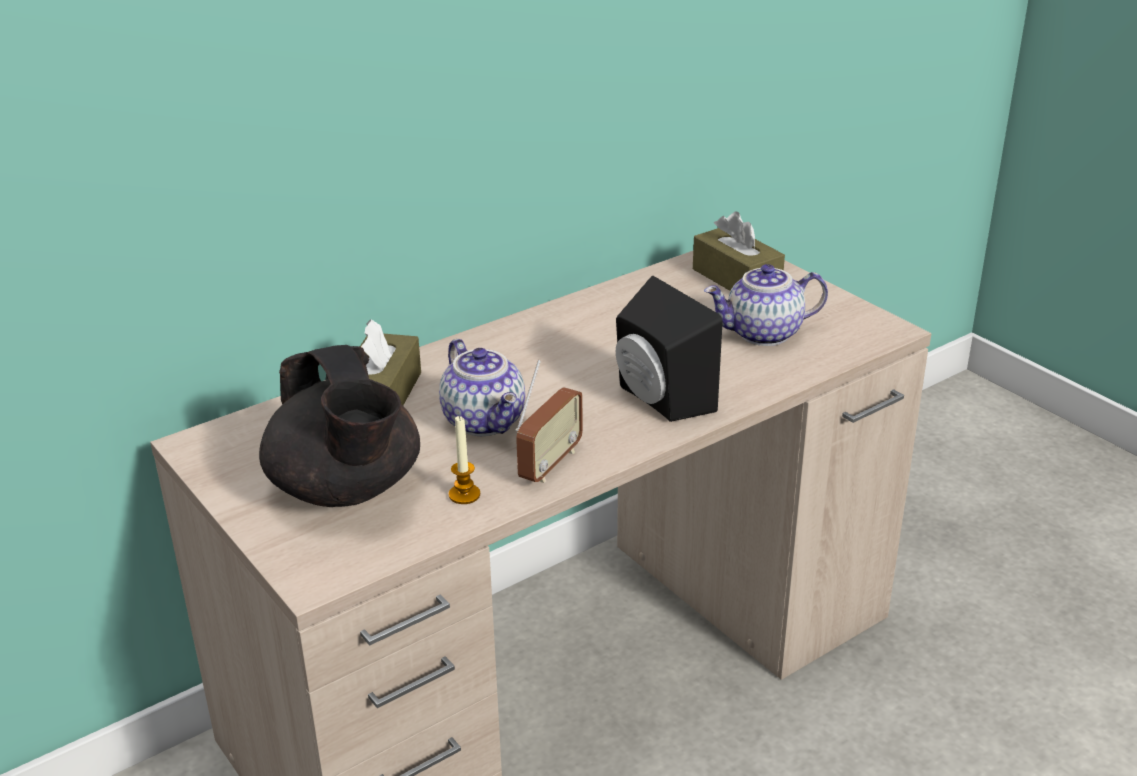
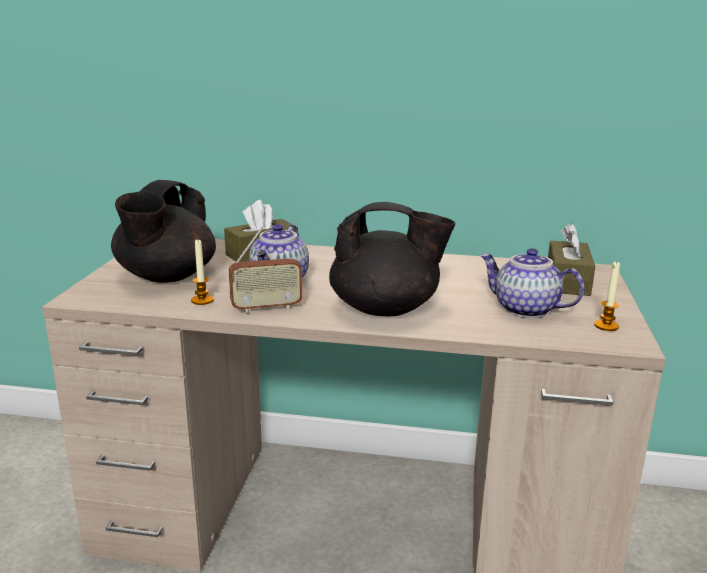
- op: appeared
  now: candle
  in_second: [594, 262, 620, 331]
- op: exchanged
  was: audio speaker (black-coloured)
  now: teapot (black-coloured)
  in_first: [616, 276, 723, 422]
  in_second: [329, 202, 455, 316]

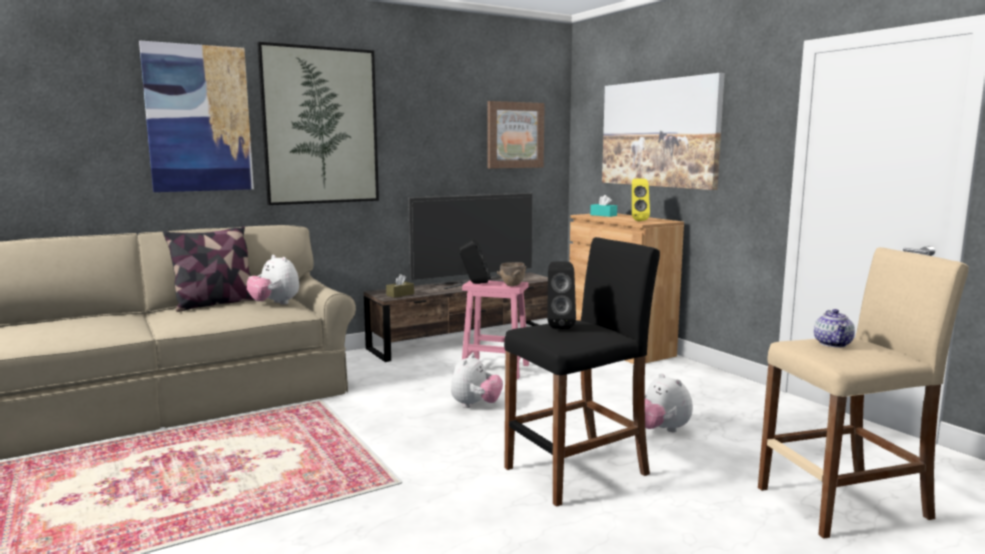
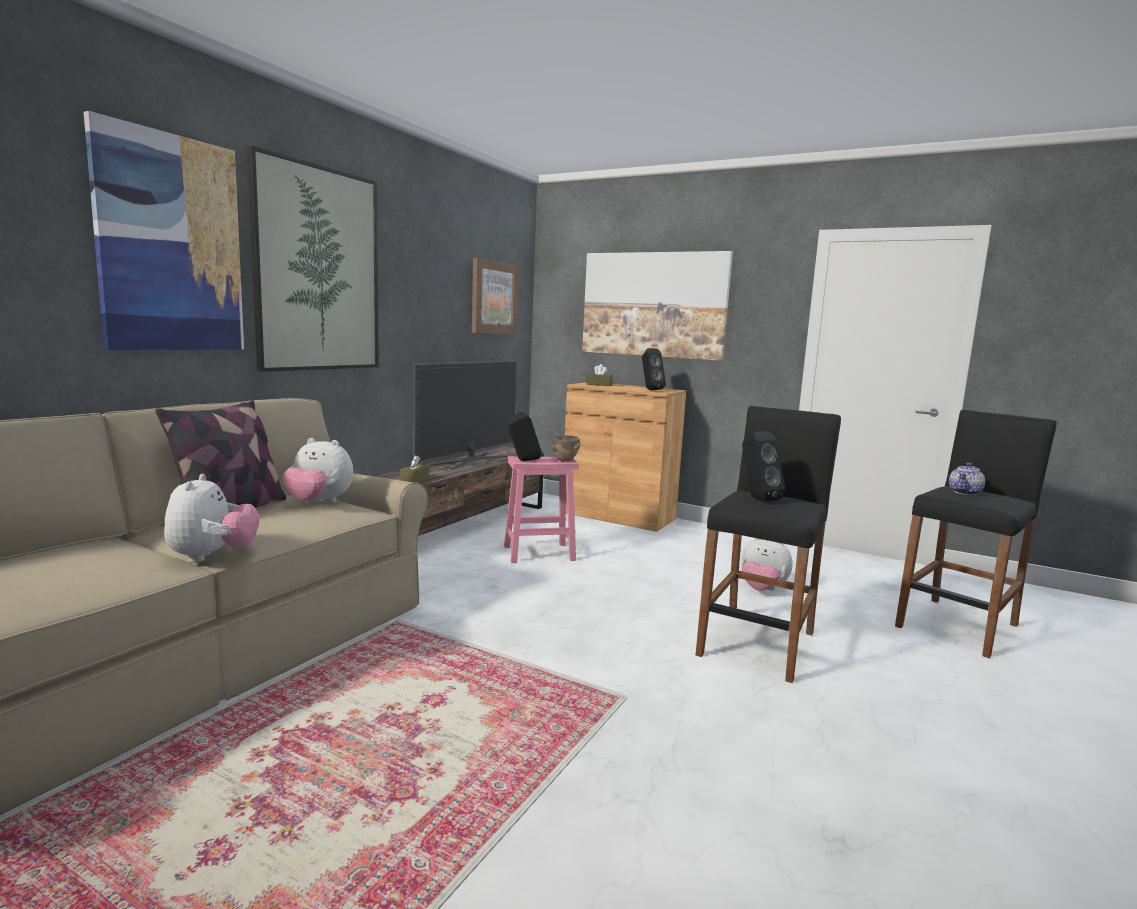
- op: relocated
  was: cuddly toy
  in_first: [451, 354, 503, 408]
  in_second: [164, 474, 260, 563]
- op: colour
  was: tissue holder (blue-green)
  now: tissue holder (brownish)
  in_first: [590, 195, 617, 217]
  in_second: [587, 364, 613, 386]
- op: colour
  was: audio speaker (yellow-coloured)
  now: audio speaker (black-coloured)
  in_first: [632, 179, 650, 221]
  in_second: [642, 348, 666, 391]
- op: colour
  was: stool seat (beige-coloured)
  now: stool seat (black-coloured)
  in_first: [758, 247, 969, 539]
  in_second: [895, 410, 1057, 658]
- op: spun
  was: teapot
  in_first: [814, 309, 855, 347]
  in_second: [949, 463, 985, 495]
  clockwise: 60

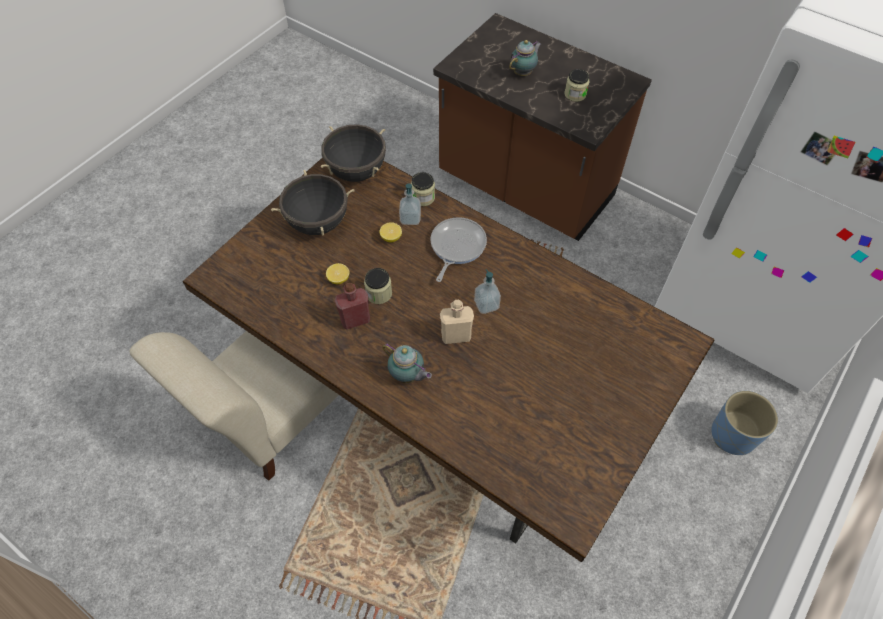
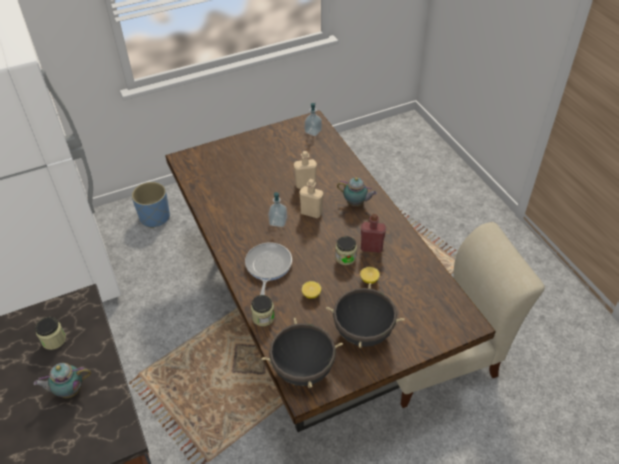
- op: appeared
  now: drink bottle (beige-coloured)
  in_second: [294, 151, 317, 189]
- op: relocated
  was: liquid soap bottle
  in_first: [399, 183, 421, 225]
  in_second: [304, 103, 322, 136]
- op: spun
  was: teapot
  in_first: [382, 343, 432, 383]
  in_second: [337, 177, 377, 207]
  clockwise: 135
- op: spun
  was: pan
  in_first: [430, 217, 487, 282]
  in_second: [245, 243, 292, 295]
  clockwise: 135

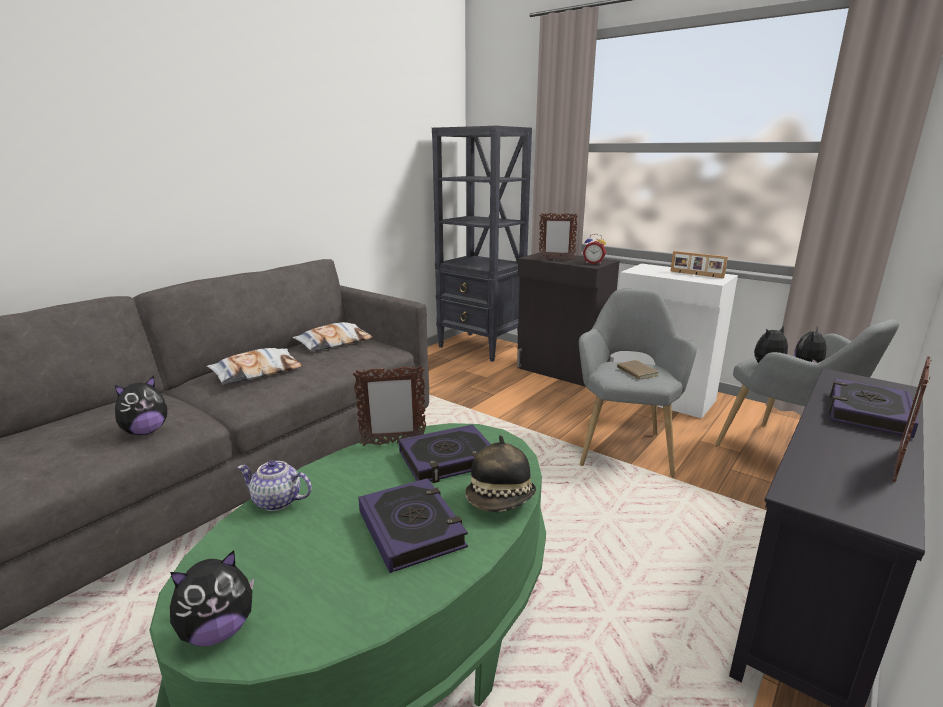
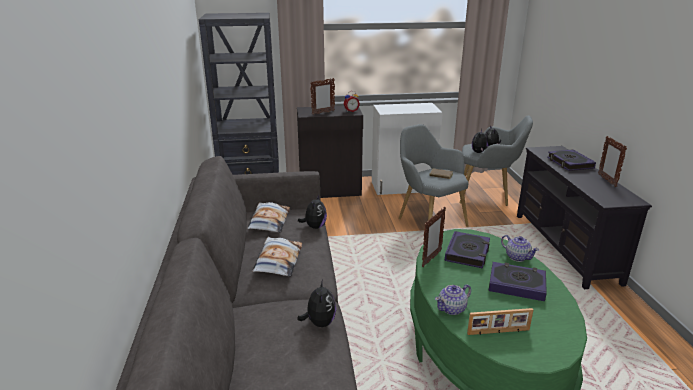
- op: relocated
  was: cuddly toy
  in_first: [170, 550, 254, 646]
  in_second: [298, 195, 327, 229]
- op: relocated
  was: standing frame
  in_first: [670, 251, 728, 278]
  in_second: [467, 308, 533, 335]
- op: exchanged
  was: clothing hat
  now: teapot
  in_first: [465, 435, 536, 512]
  in_second: [501, 235, 539, 262]

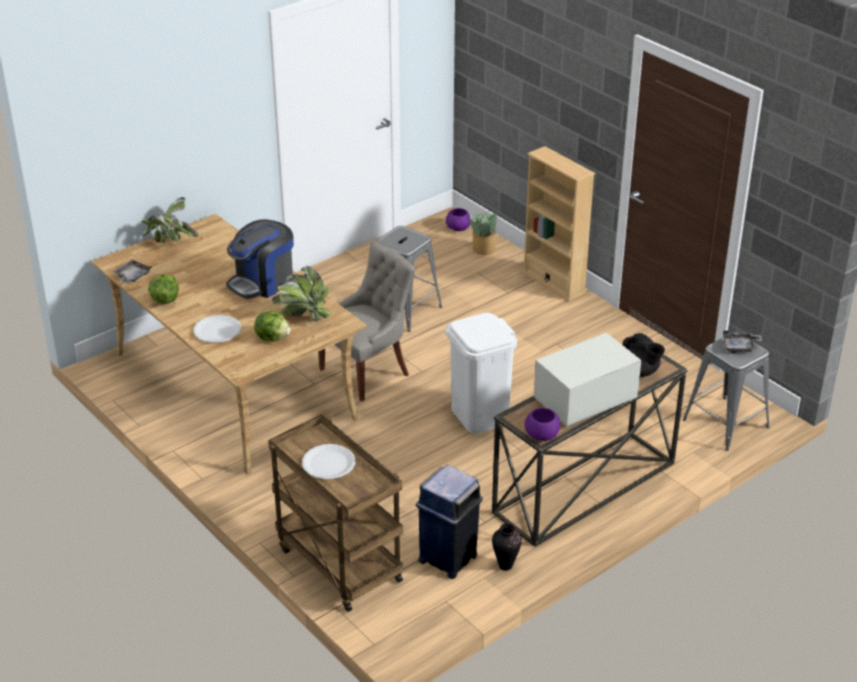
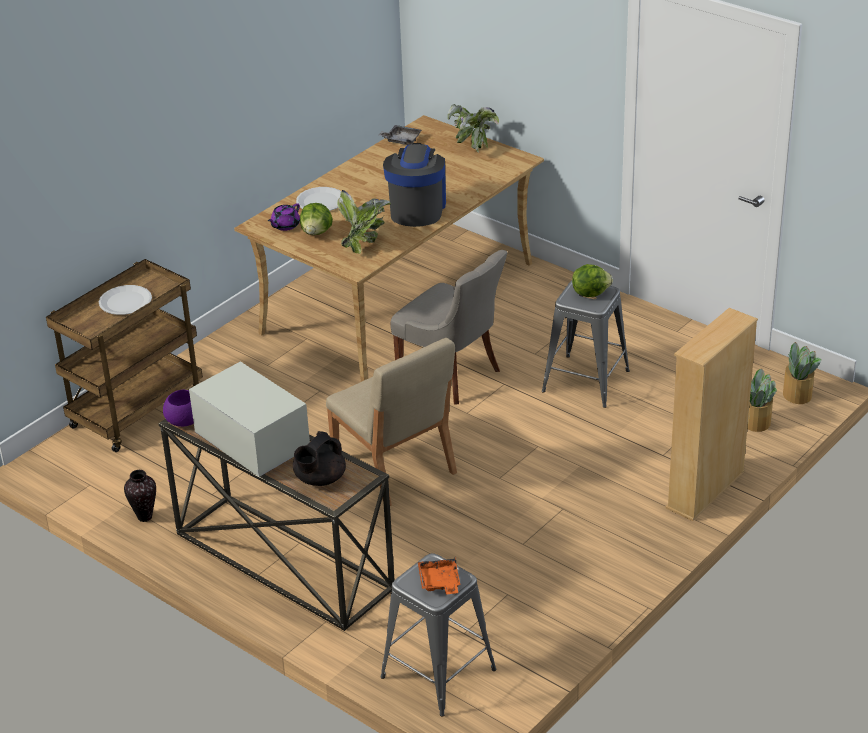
- op: missing
  was: trash can (bluish)
  in_first: [416, 465, 483, 579]
- op: appeared
  now: teapot (purplish)
  in_second: [268, 203, 300, 231]
- op: relocated
  was: lettuce head
  in_first: [148, 274, 178, 304]
  in_second: [572, 264, 613, 297]
- op: exchanged
  was: trash can (white)
  now: chair (beige-coloured)
  in_first: [445, 313, 517, 434]
  in_second: [326, 338, 457, 506]
- op: exchanged
  was: deep dish (purplish)
  now: plant in a pot
  in_first: [446, 208, 471, 231]
  in_second: [783, 342, 821, 404]
- op: colour
  was: tray (grey)
  now: tray (orangey)
  in_first: [723, 330, 762, 352]
  in_second: [418, 557, 461, 594]
- op: spun
  was: coffee maker
  in_first: [226, 219, 294, 299]
  in_second: [383, 143, 446, 227]
  clockwise: 60

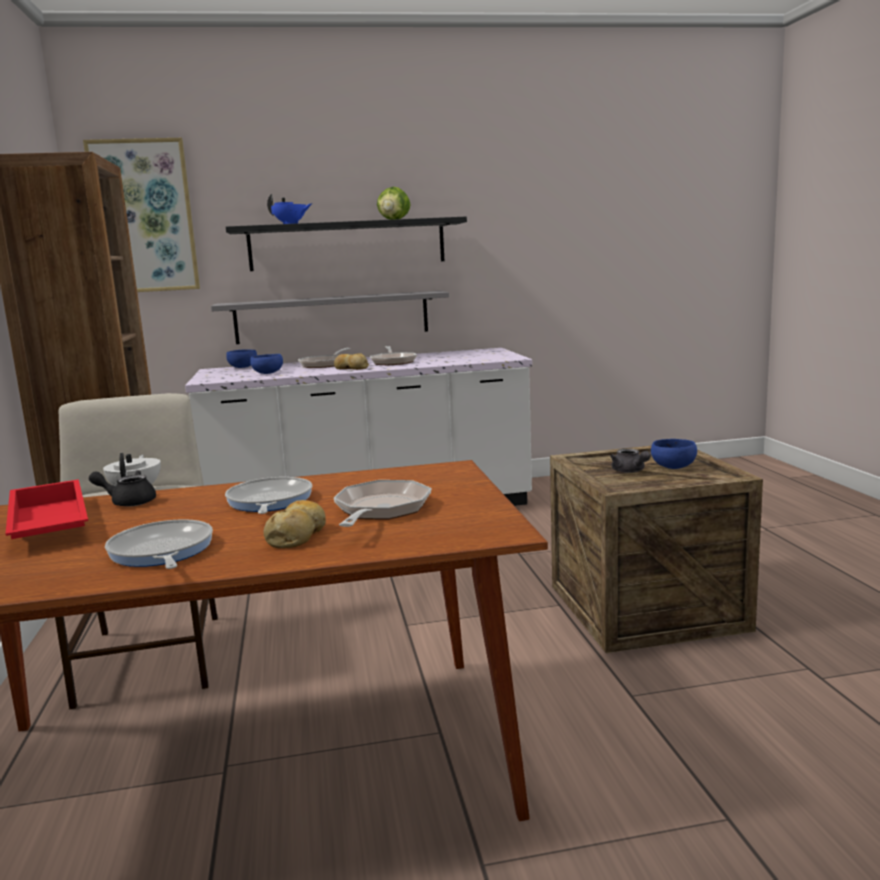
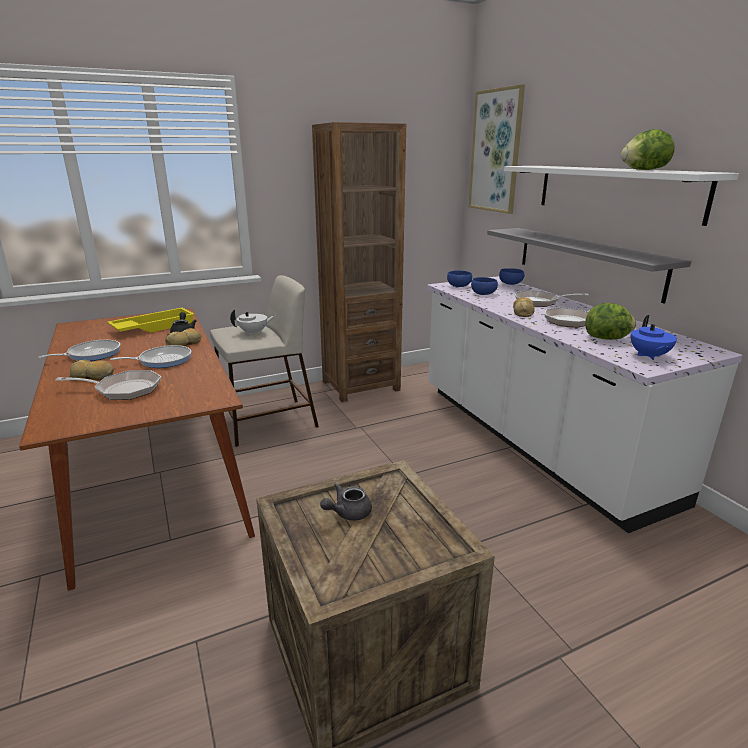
- op: appeared
  now: baked bread
  in_second: [165, 328, 201, 346]
- op: appeared
  now: lettuce head
  in_second: [585, 303, 636, 340]
- op: relocated
  was: teapot (bluish)
  in_first: [267, 194, 312, 224]
  in_second: [631, 315, 677, 360]
- op: relocated
  was: deep dish (bluish)
  in_first: [651, 439, 697, 469]
  in_second: [447, 270, 472, 287]
- op: colour
  was: tray (reddish)
  now: tray (yellow-coloured)
  in_first: [5, 479, 88, 539]
  in_second: [108, 308, 195, 333]
- op: colour
  was: shelf (black-coloured)
  now: shelf (white)
  in_first: [226, 217, 467, 271]
  in_second: [504, 166, 739, 226]

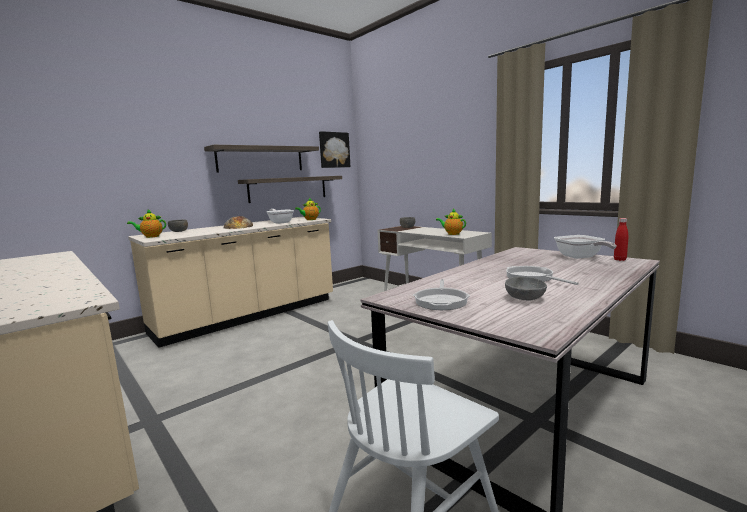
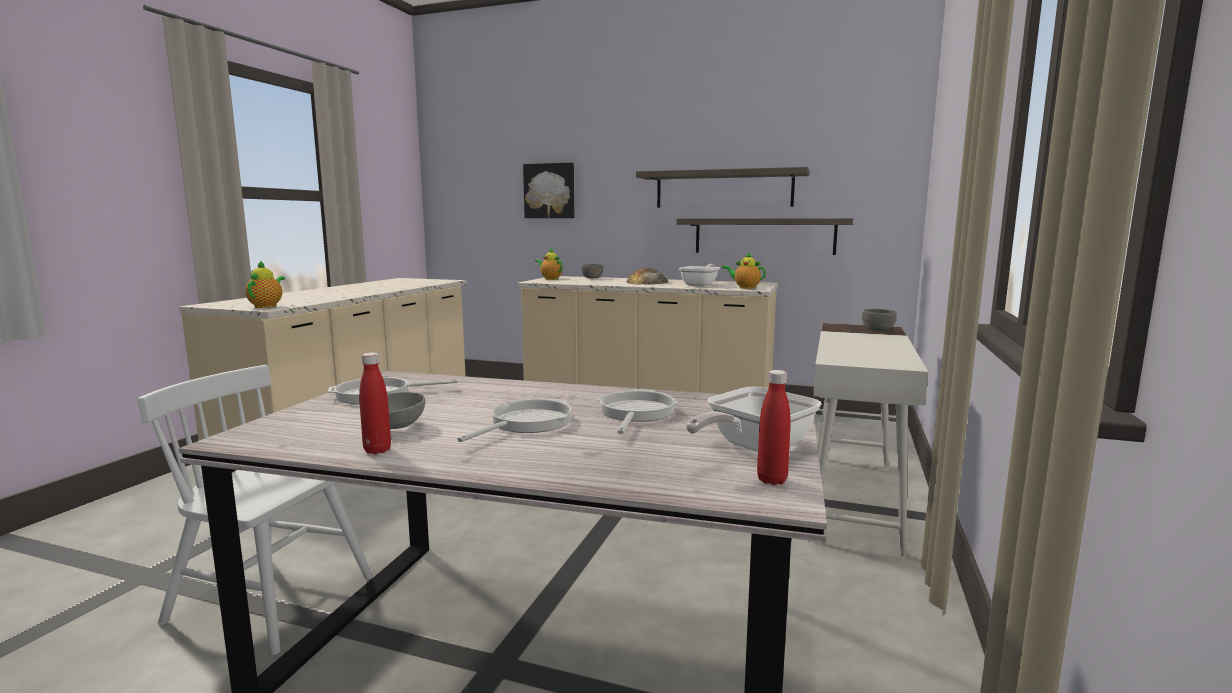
- op: appeared
  now: drink bottle (reddish)
  in_second: [359, 352, 391, 454]
- op: appeared
  now: pan
  in_second: [598, 389, 678, 434]
- op: relocated
  was: wall art
  in_first: [319, 131, 351, 168]
  in_second: [523, 163, 575, 218]
- op: relocated
  was: teapot
  in_first: [436, 208, 466, 235]
  in_second: [245, 260, 285, 308]

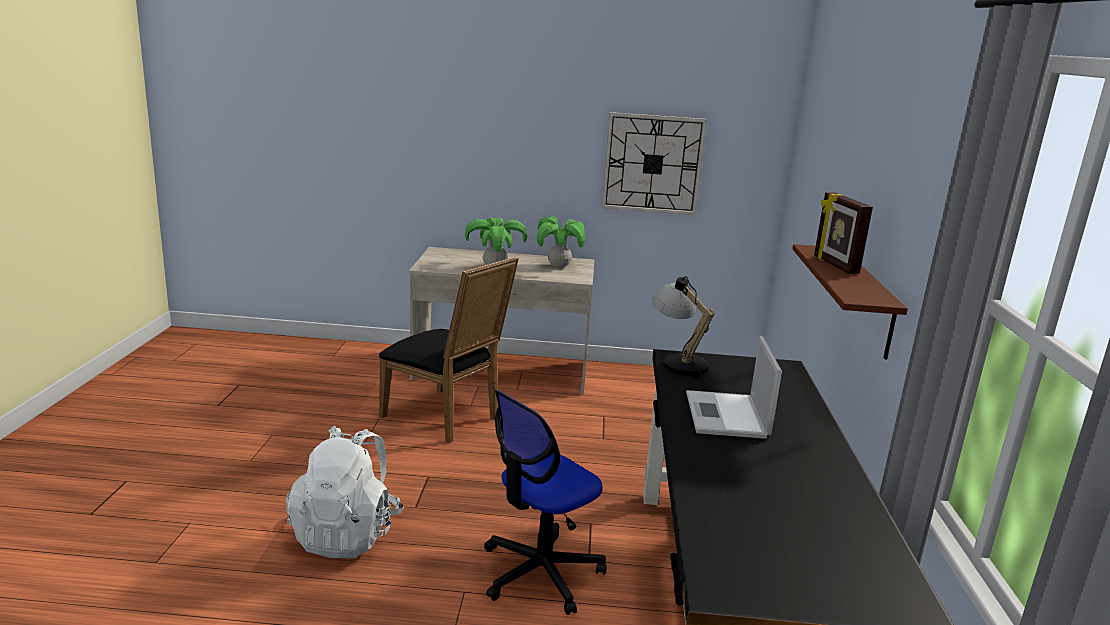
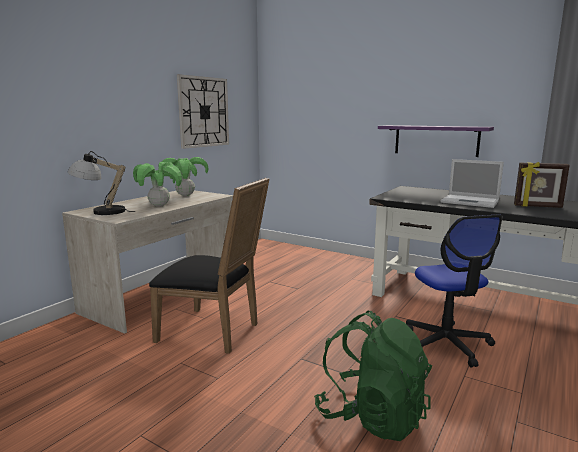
- op: relocated
  was: tabletop lamp
  in_first: [652, 276, 715, 382]
  in_second: [68, 151, 135, 215]
- op: relocated
  was: standing frame
  in_first: [814, 192, 873, 274]
  in_second: [514, 162, 570, 208]
- op: colour
  was: rucksack (white)
  now: rucksack (green)
  in_first: [286, 426, 404, 558]
  in_second: [314, 310, 432, 441]
- op: colour
  was: shelf (brownish)
  now: shelf (purplish)
  in_first: [792, 244, 908, 360]
  in_second: [378, 125, 494, 157]
- op: spun
  was: chair (black-coloured)
  in_first: [379, 257, 519, 443]
  in_second: [149, 178, 269, 354]
  clockwise: 45

